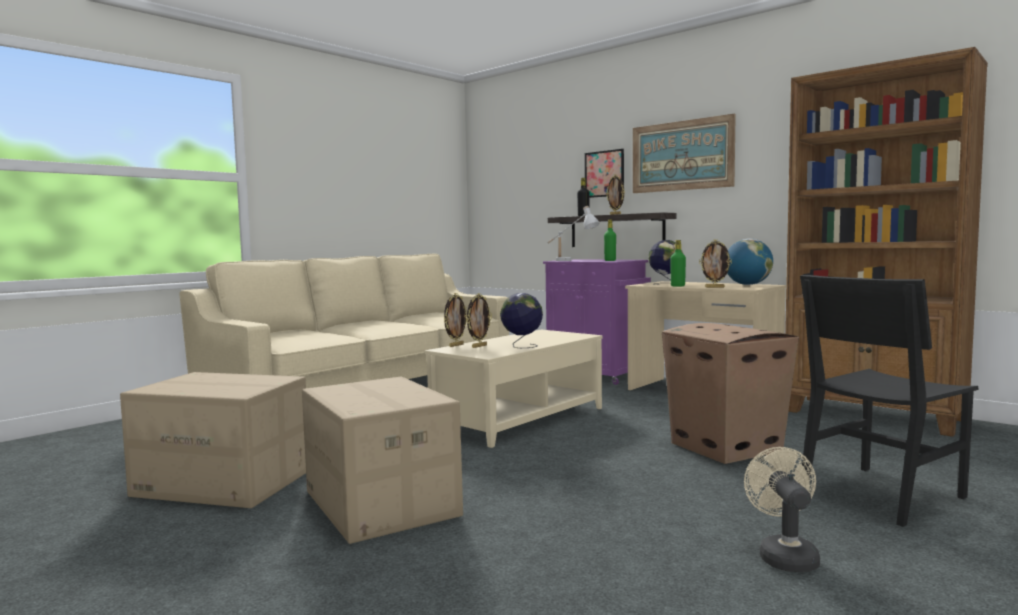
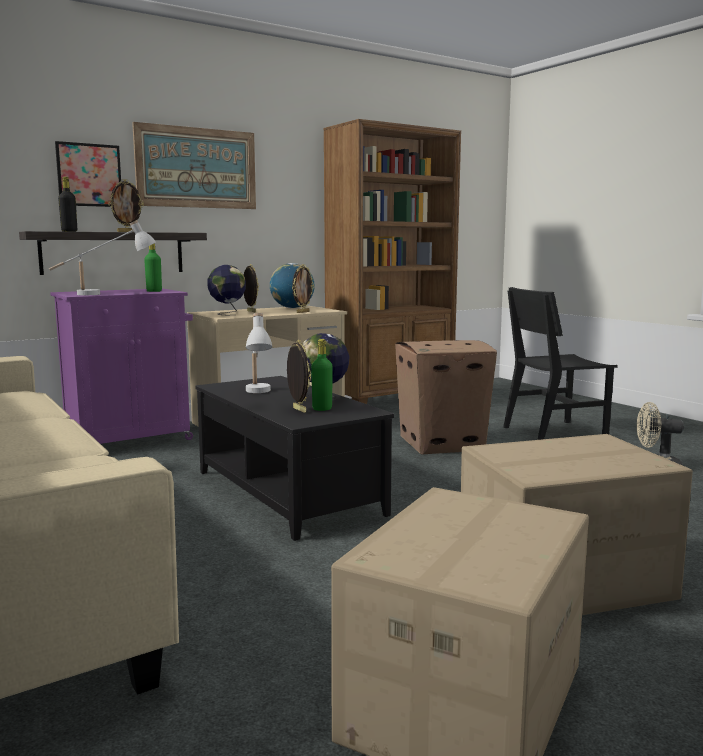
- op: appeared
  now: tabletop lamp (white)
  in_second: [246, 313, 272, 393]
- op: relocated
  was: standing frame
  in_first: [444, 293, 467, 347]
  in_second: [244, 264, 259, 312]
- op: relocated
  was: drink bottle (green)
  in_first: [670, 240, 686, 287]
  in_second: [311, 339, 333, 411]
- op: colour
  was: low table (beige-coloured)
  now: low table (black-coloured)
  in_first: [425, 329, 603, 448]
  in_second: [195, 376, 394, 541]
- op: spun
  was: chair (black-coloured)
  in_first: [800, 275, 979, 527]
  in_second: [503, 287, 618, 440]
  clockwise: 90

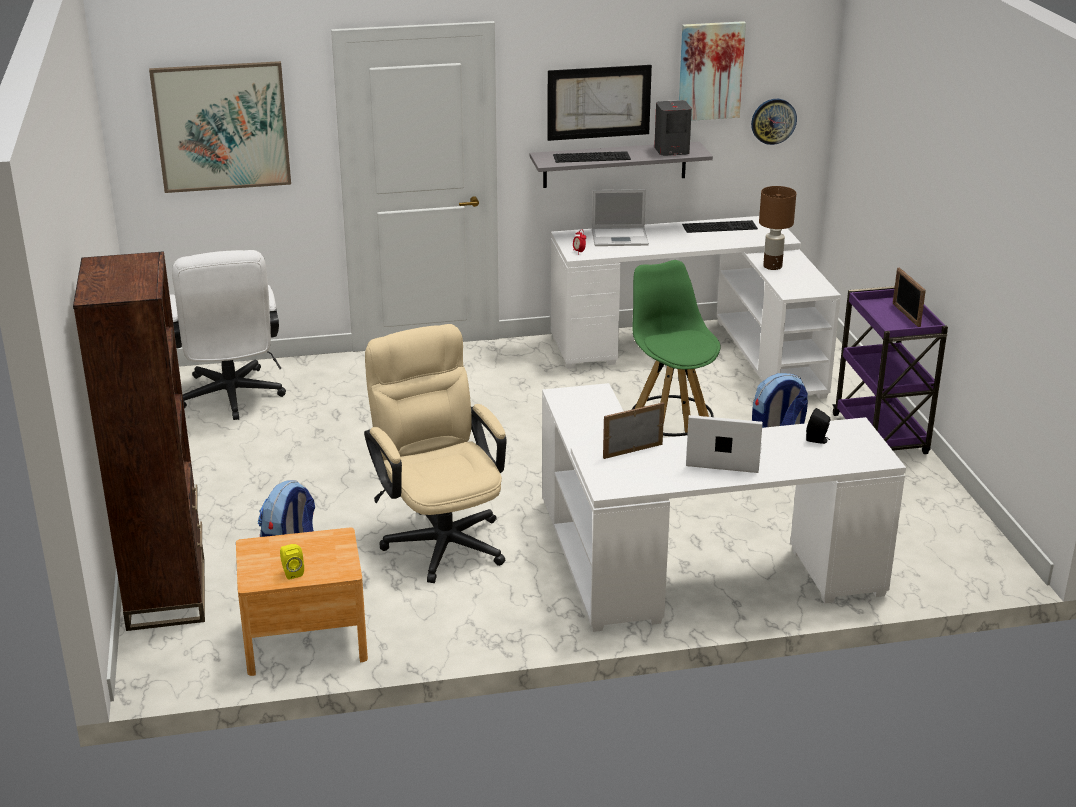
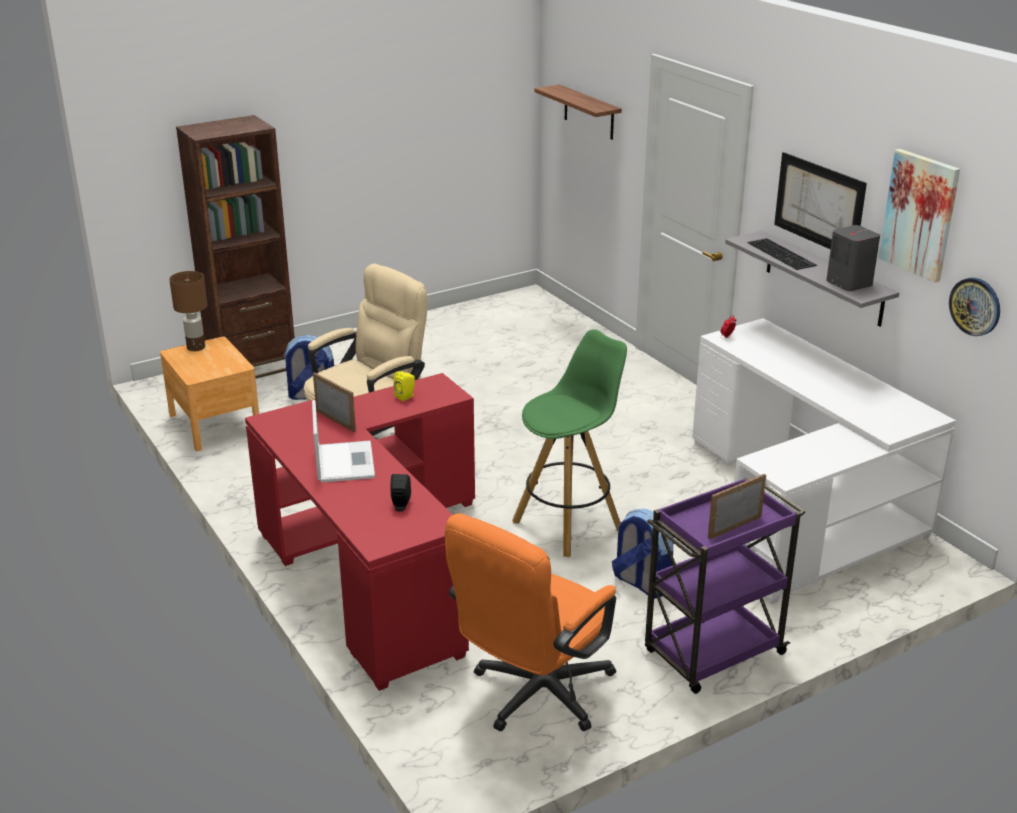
- op: missing
  was: computer chair (white)
  in_first: [170, 250, 286, 420]
- op: missing
  was: laptop
  in_first: [592, 189, 649, 246]
- op: missing
  was: keyboard
  in_first: [682, 220, 758, 233]
- op: appeared
  now: computer chair (orangey)
  in_second: [445, 513, 616, 731]
- op: relocated
  was: audio speaker (yellow-coloured)
  in_first: [280, 544, 304, 580]
  in_second: [393, 371, 415, 401]
- op: relocated
  was: tabletop lamp (brownish)
  in_first: [759, 186, 796, 270]
  in_second: [169, 271, 208, 351]
- op: exchanged
  was: wall art
  now: shelf
  in_first: [149, 61, 291, 193]
  in_second: [535, 84, 622, 140]
- op: colour
  was: desk unit (white)
  now: desk unit (reddish)
  in_first: [542, 383, 906, 632]
  in_second: [245, 373, 475, 691]

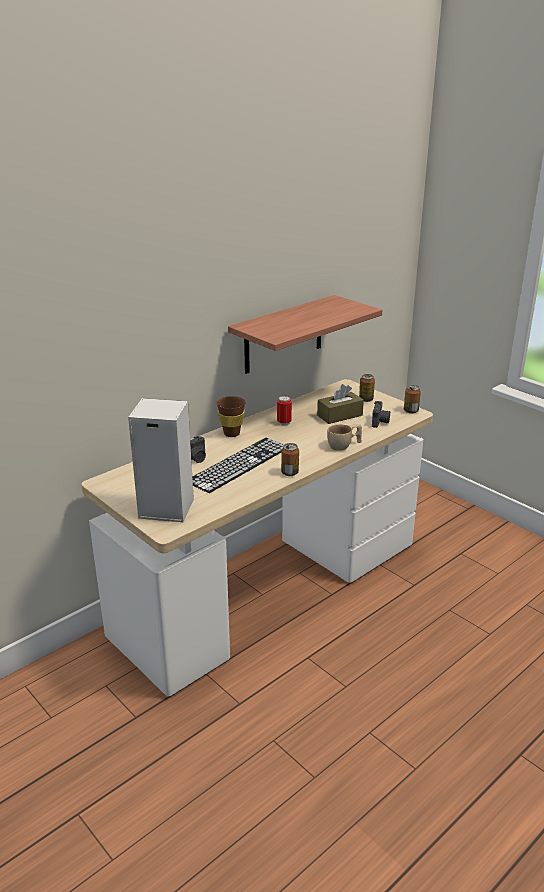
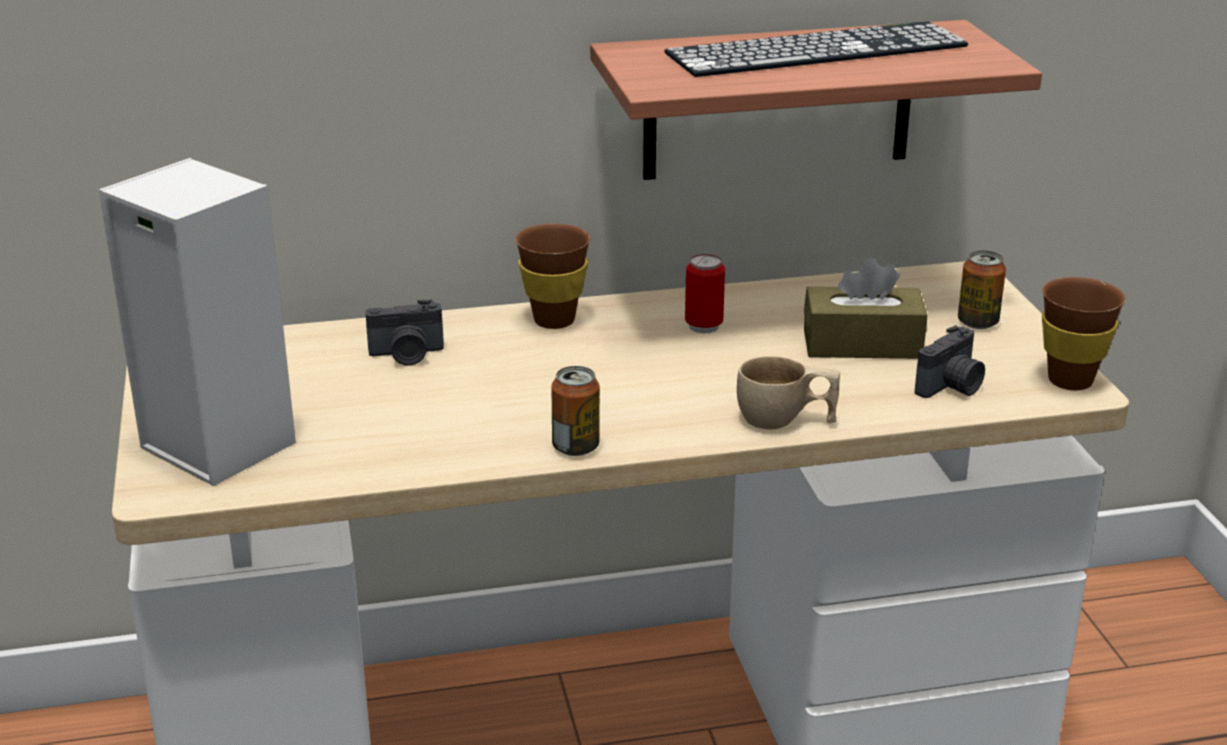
- op: relocated
  was: keyboard
  in_first: [192, 438, 284, 493]
  in_second: [664, 22, 968, 77]
- op: exchanged
  was: can
  now: small cup (brownish)
  in_first: [404, 385, 421, 414]
  in_second: [1042, 277, 1125, 390]

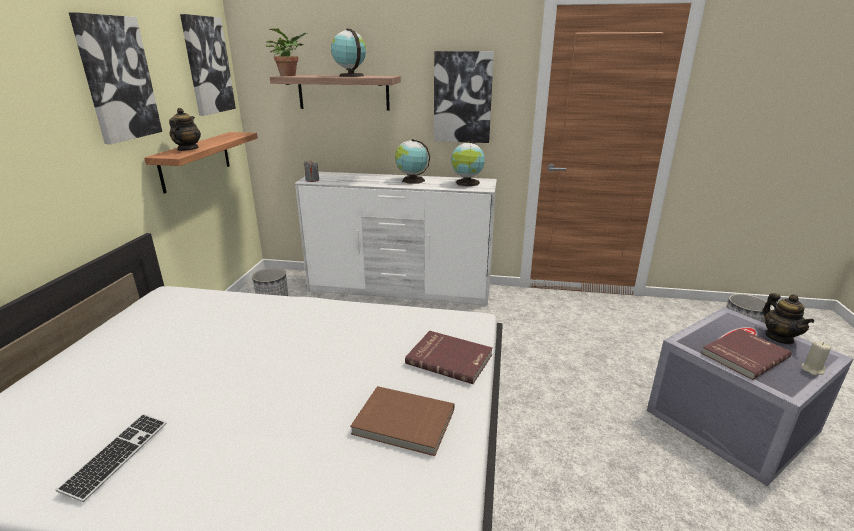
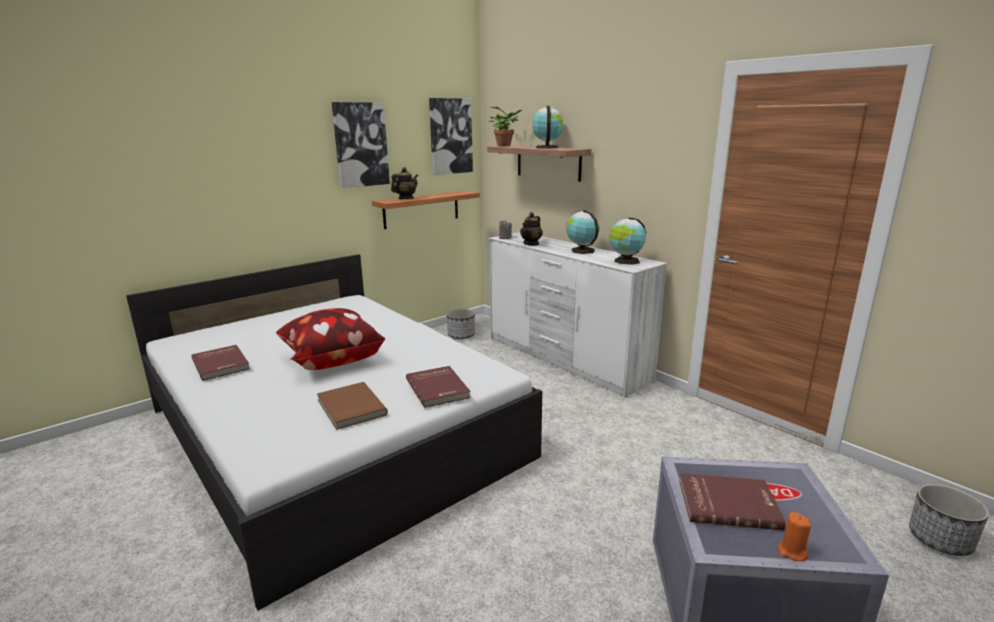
- op: missing
  was: wall art
  in_first: [434, 51, 494, 143]
- op: appeared
  now: throw pillow
  in_second: [276, 308, 385, 370]
- op: relocated
  was: teapot
  in_first: [762, 293, 814, 344]
  in_second: [520, 212, 543, 246]
- op: exchanged
  was: keyboard
  now: book (reddish)
  in_first: [56, 414, 167, 502]
  in_second: [191, 345, 250, 381]
- op: colour
  was: candle (beige-coloured)
  now: candle (orangey)
  in_first: [801, 341, 831, 375]
  in_second: [777, 512, 811, 561]

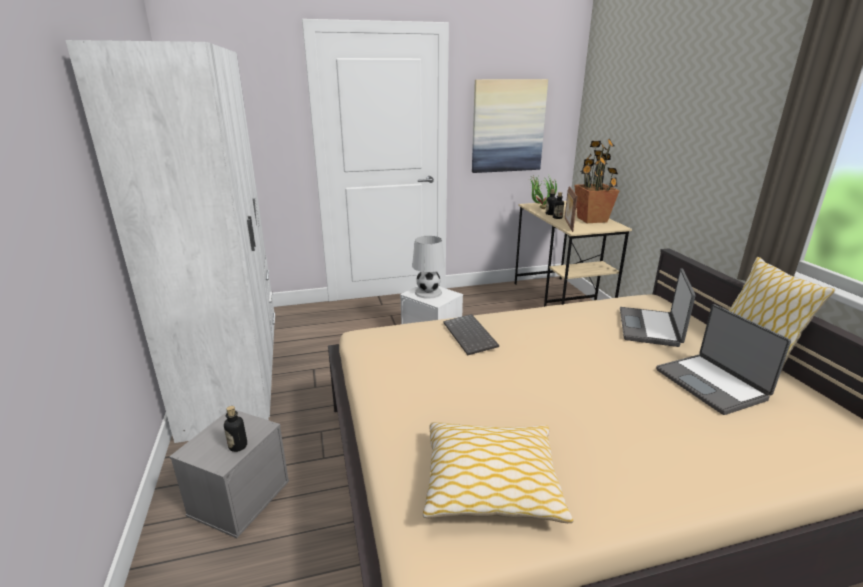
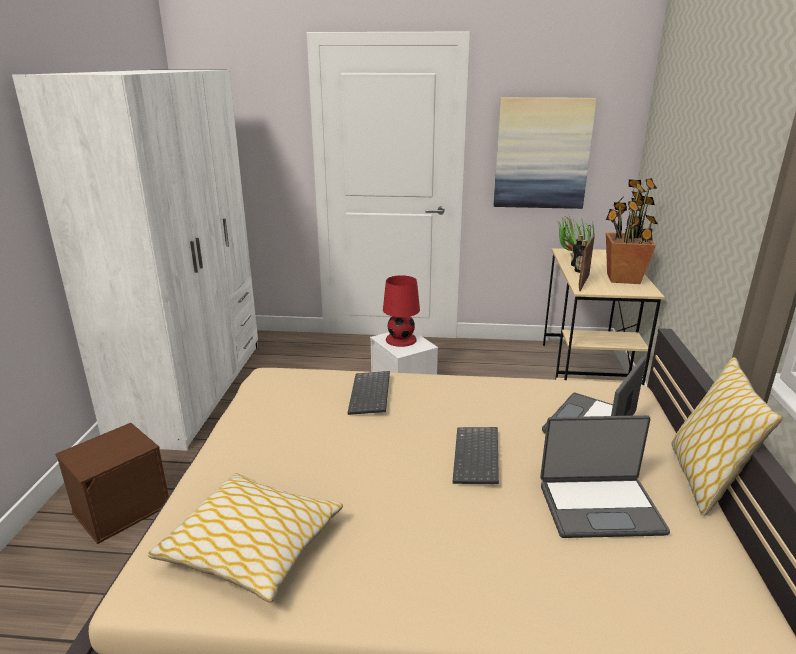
- op: missing
  was: drink bottle
  in_first: [224, 406, 247, 452]
- op: appeared
  now: keyboard
  in_second: [453, 427, 499, 484]
- op: colour
  was: storage container (grey)
  now: storage container (brownish)
  in_first: [169, 410, 289, 538]
  in_second: [55, 423, 169, 544]
- op: colour
  was: tabletop lamp (white)
  now: tabletop lamp (reddish)
  in_first: [412, 236, 445, 299]
  in_second: [383, 275, 420, 347]
- op: spun
  was: laptop
  in_first: [656, 304, 791, 415]
  in_second: [540, 415, 670, 538]
  clockwise: -90

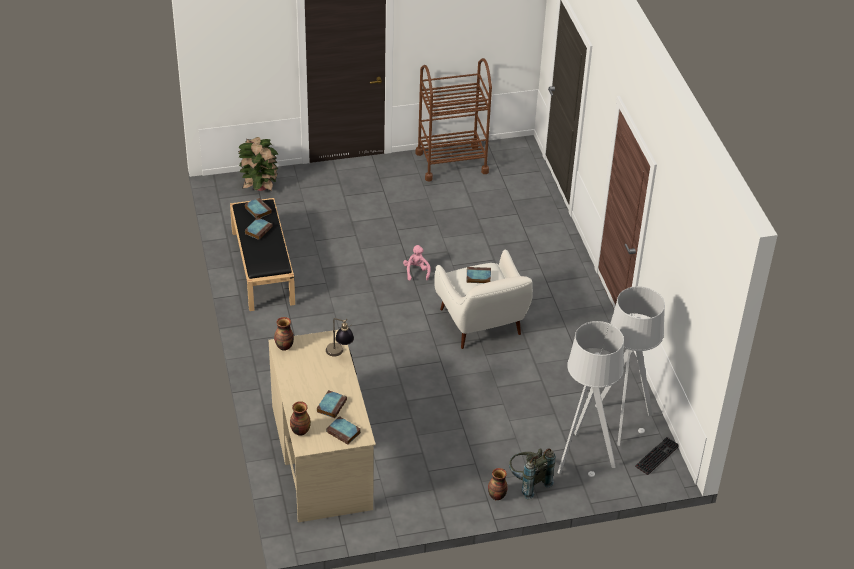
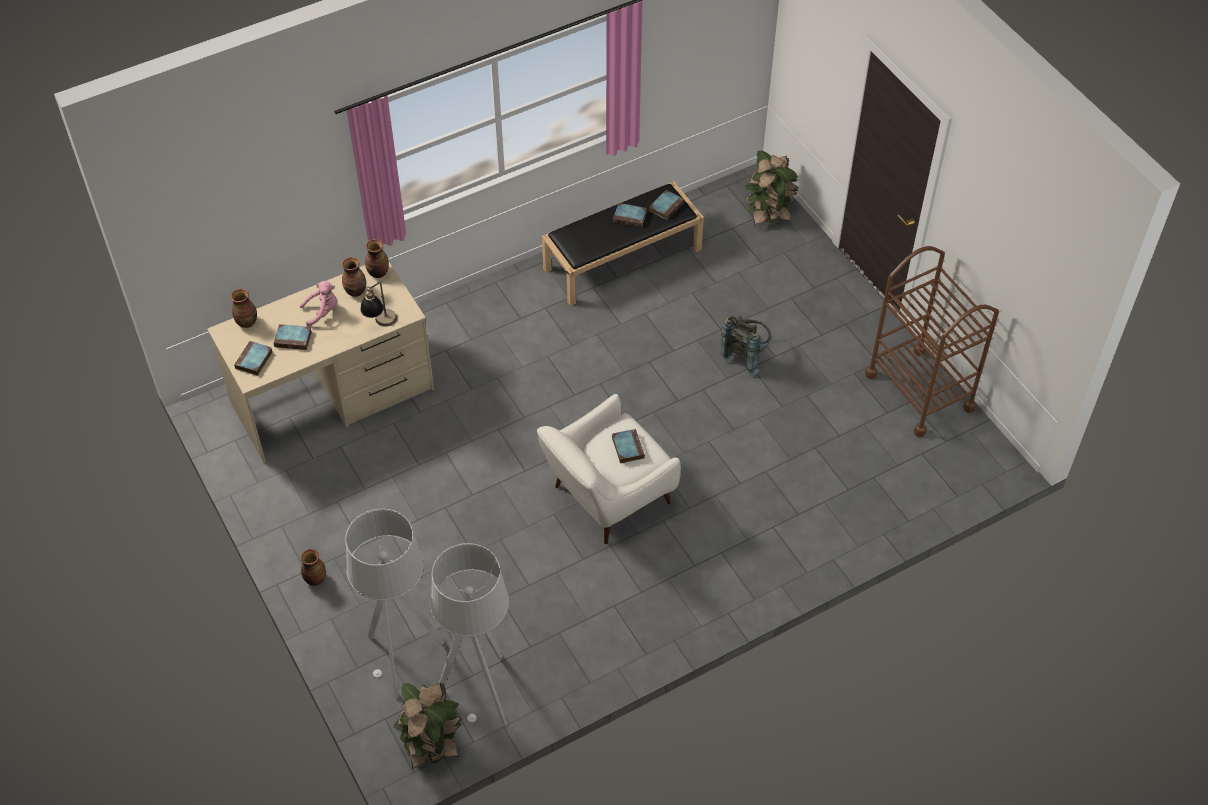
- op: appeared
  now: decorative vase
  in_second: [342, 257, 366, 297]
- op: relocated
  was: cuddly toy (pinkish)
  in_first: [403, 245, 431, 281]
  in_second: [300, 281, 338, 327]
- op: relocated
  was: rucksack (grey)
  in_first: [509, 448, 555, 500]
  in_second: [720, 316, 772, 376]
- op: exchanged
  was: keyboard
  now: plant in a pot
  in_first: [635, 437, 678, 475]
  in_second: [393, 682, 462, 769]

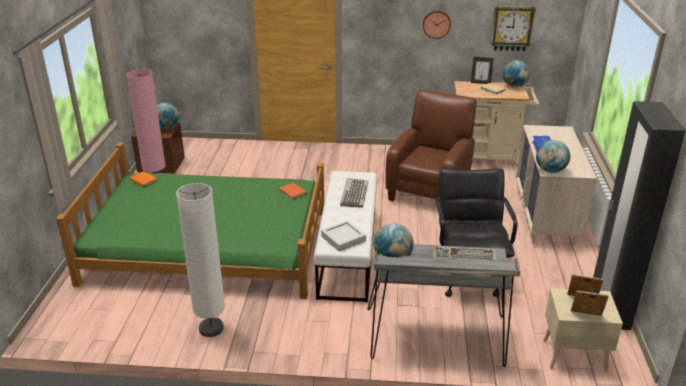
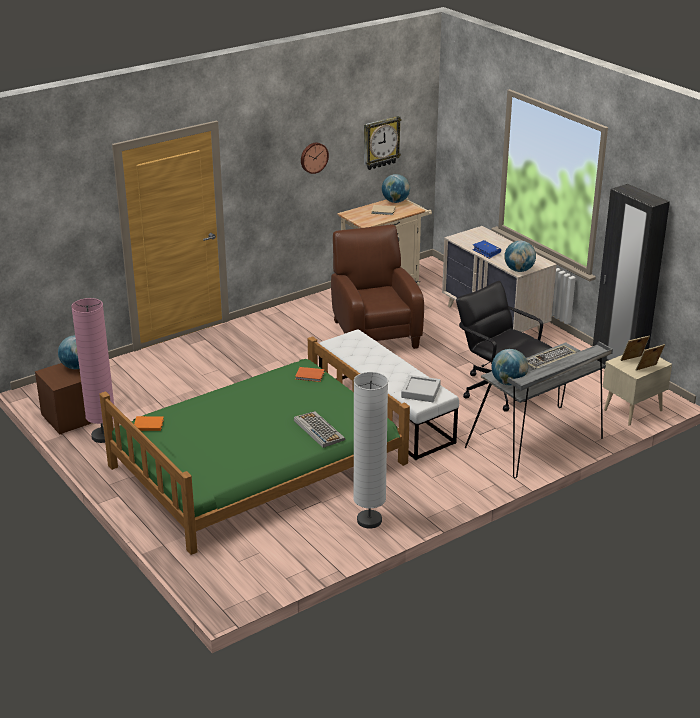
- op: missing
  was: standing frame
  in_first: [471, 57, 494, 84]
- op: relocated
  was: keyboard
  in_first: [340, 178, 368, 208]
  in_second: [294, 411, 345, 448]

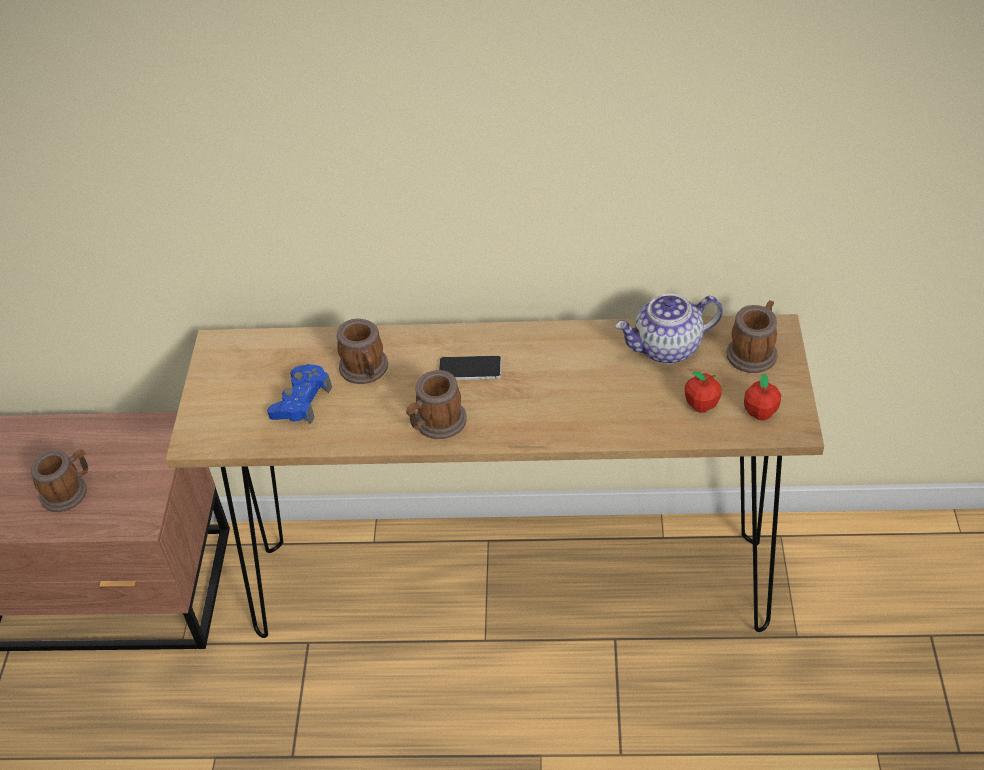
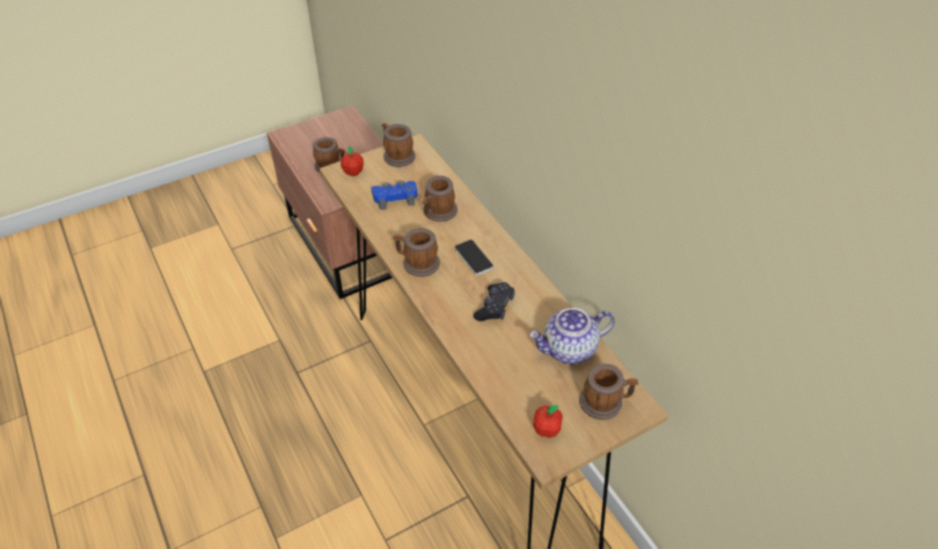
- op: appeared
  now: coffee mug
  in_second: [382, 123, 415, 167]
- op: appeared
  now: gamepad (black-coloured)
  in_second: [473, 282, 515, 321]
- op: relocated
  was: apple fruit
  in_first: [685, 371, 722, 413]
  in_second: [341, 146, 364, 176]
- op: spun
  was: teapot
  in_first: [615, 293, 723, 364]
  in_second: [529, 308, 615, 364]
  clockwise: -60

